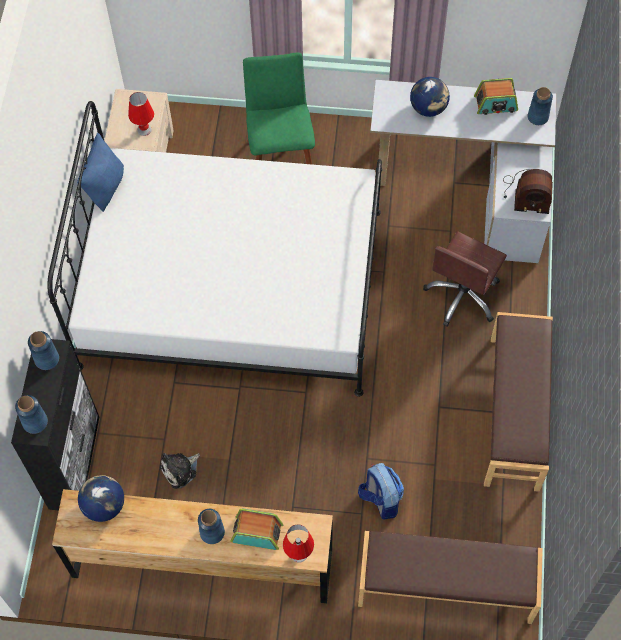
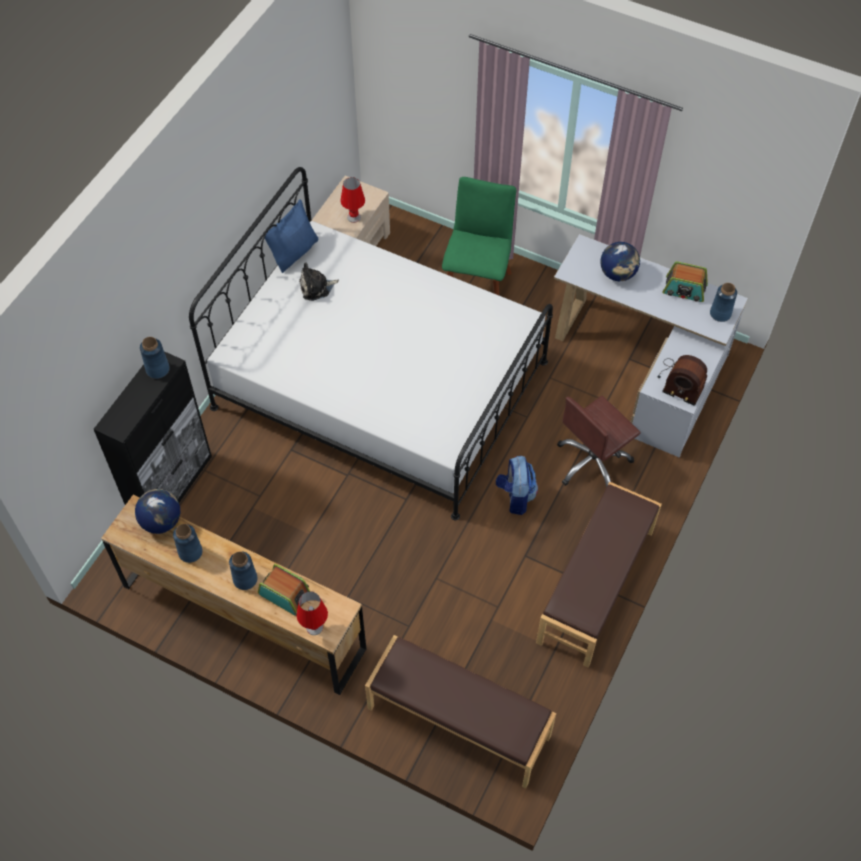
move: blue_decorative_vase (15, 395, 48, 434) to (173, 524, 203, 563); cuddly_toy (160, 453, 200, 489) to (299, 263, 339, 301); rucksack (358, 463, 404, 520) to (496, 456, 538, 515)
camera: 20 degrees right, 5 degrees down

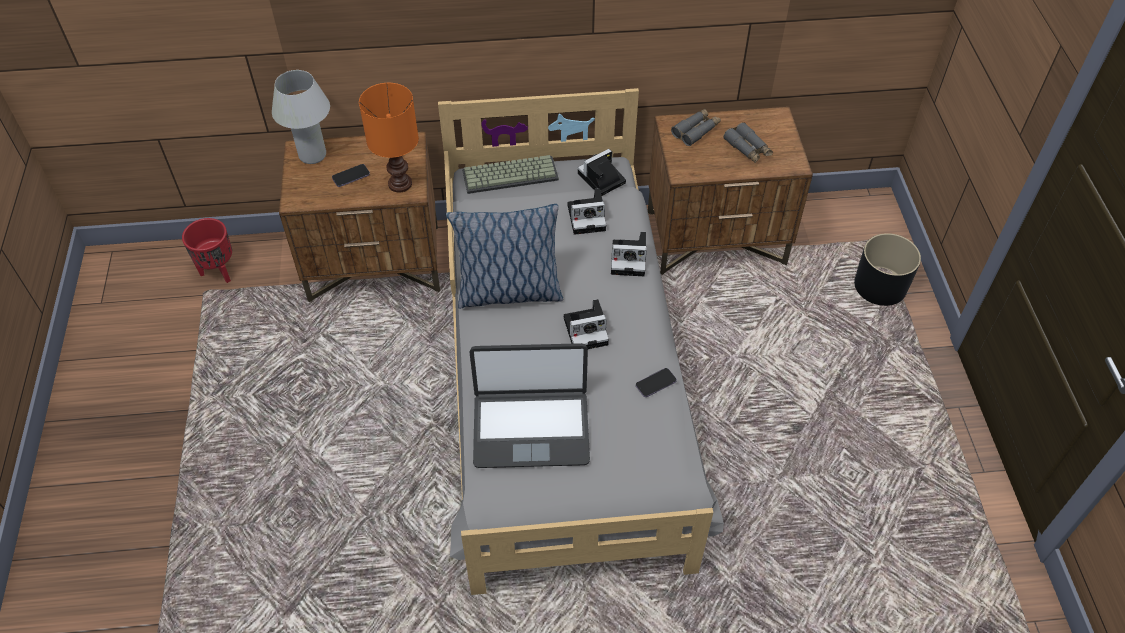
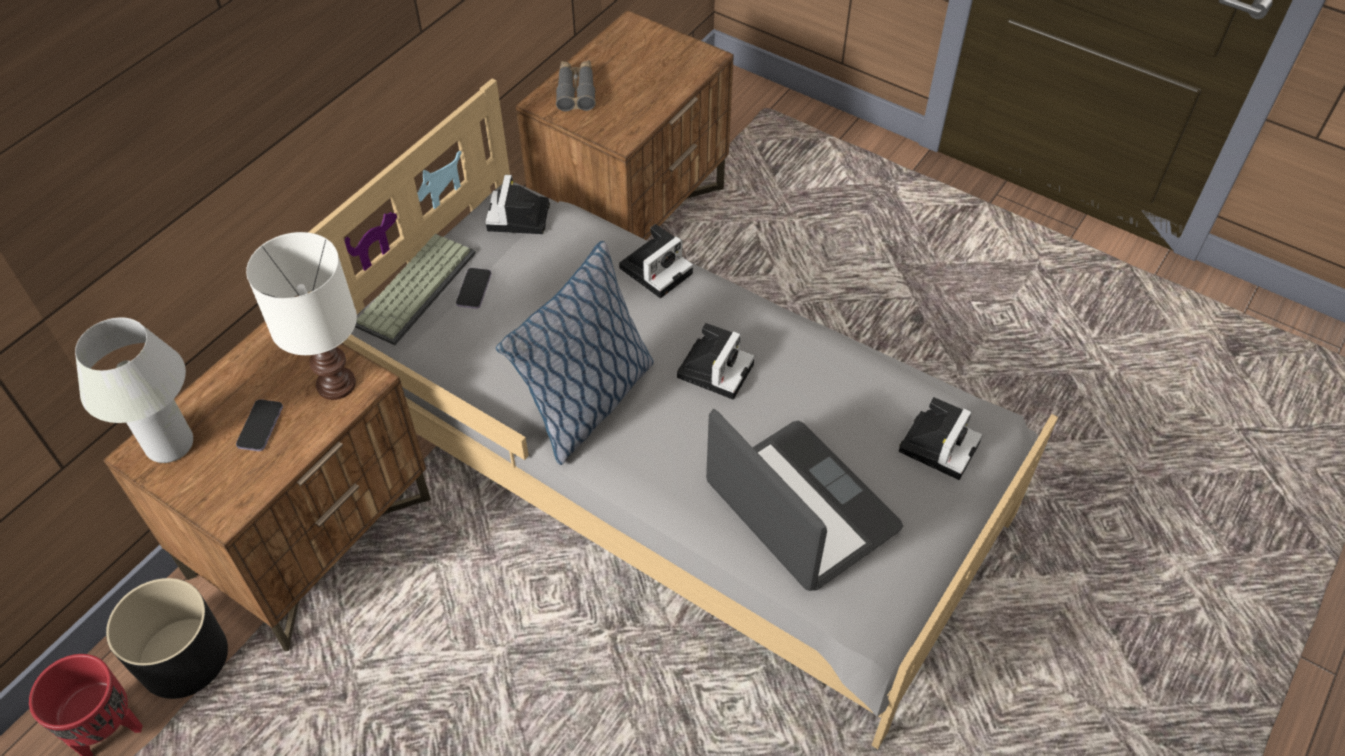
delete: grey_binoculars (723, 122, 773, 163)
move: blackish_flower_pot (854, 233, 921, 306) to (106, 578, 228, 699); telephone (636, 368, 677, 397) to (456, 268, 491, 309); still_camera (568, 188, 606, 235) to (899, 397, 983, 480)
recolor: orange-coloured_lamp_for_a_table (359, 83, 419, 192) to whitish_lamp_for_a_table (246, 232, 357, 400)
rotate: laptop (469, 343, 590, 468) = (706, 409, 903, 591) 75 degrees counterclockwise
camera: 50 degrees left, 0 degrees up

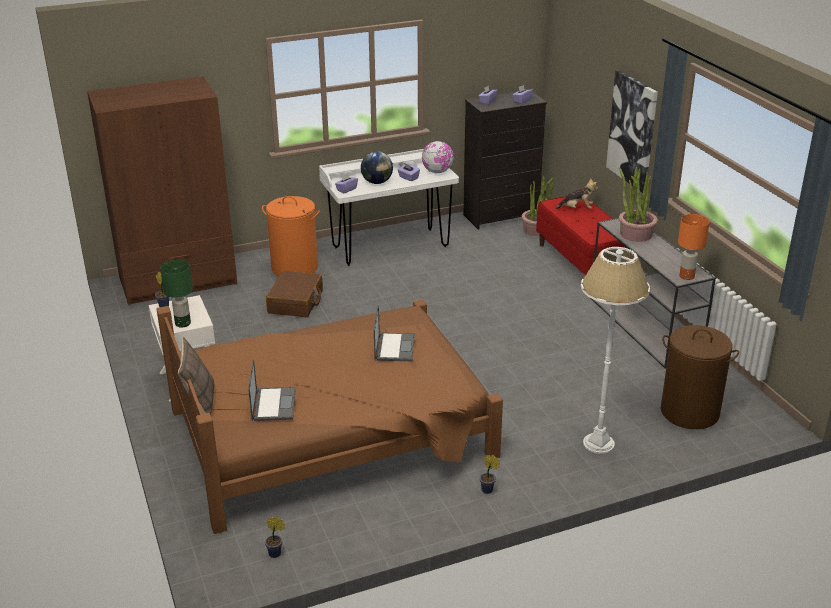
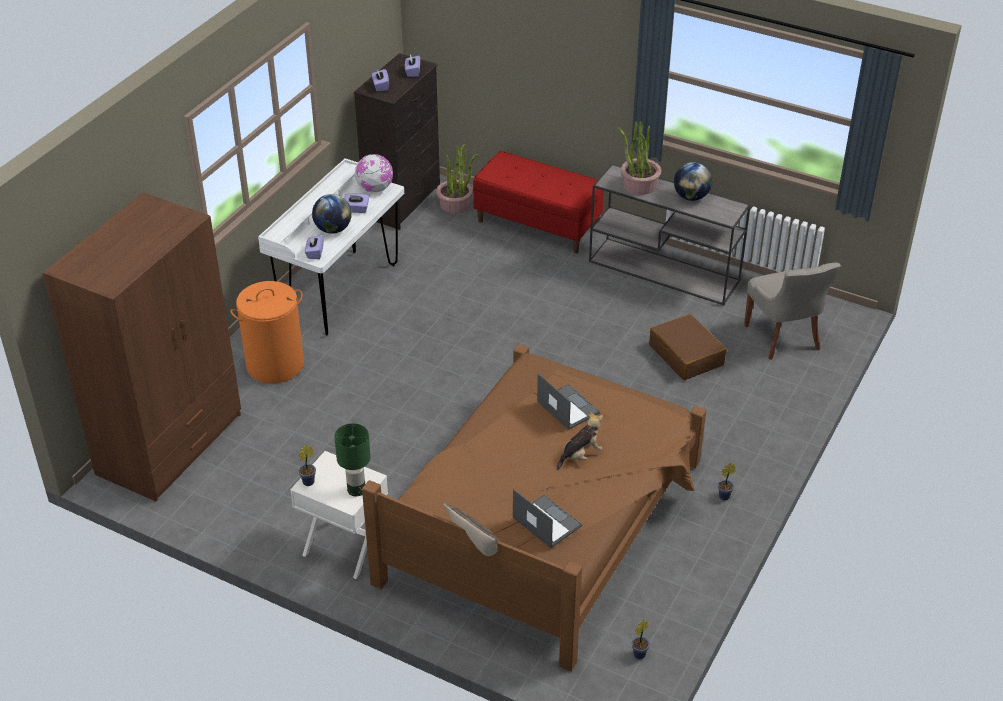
delete: whitish_standard_lamp (581, 247, 650, 454); picture (606, 70, 658, 193); orange-coloured_lamp_for_a_table (678, 214, 710, 280)
insert: globe (674, 162, 712, 201)
move: cuddly_toy (555, 178, 598, 209) to (557, 411, 603, 470); brown_suitcase (266, 271, 323, 317) to (649, 314, 727, 380)
replace: brown_hamper (661, 325, 739, 429) to grey_chair (744, 262, 841, 360)
camera: 40 degrees left, 10 degrees up

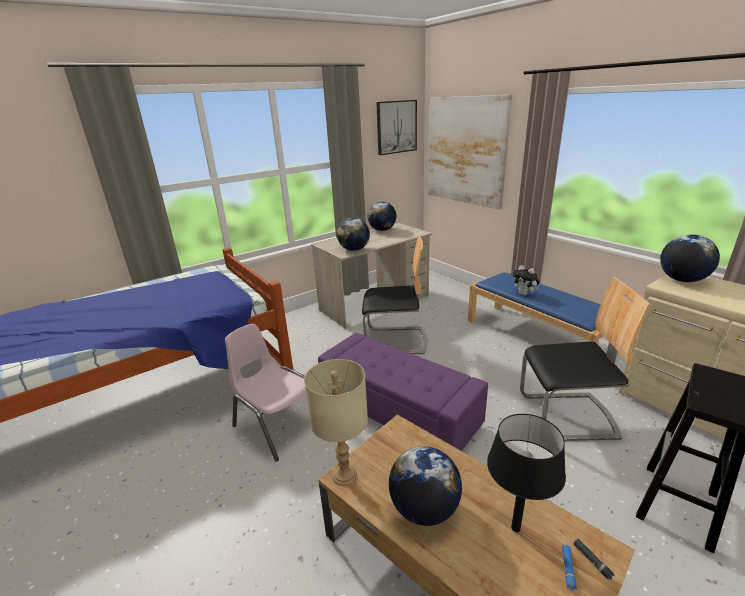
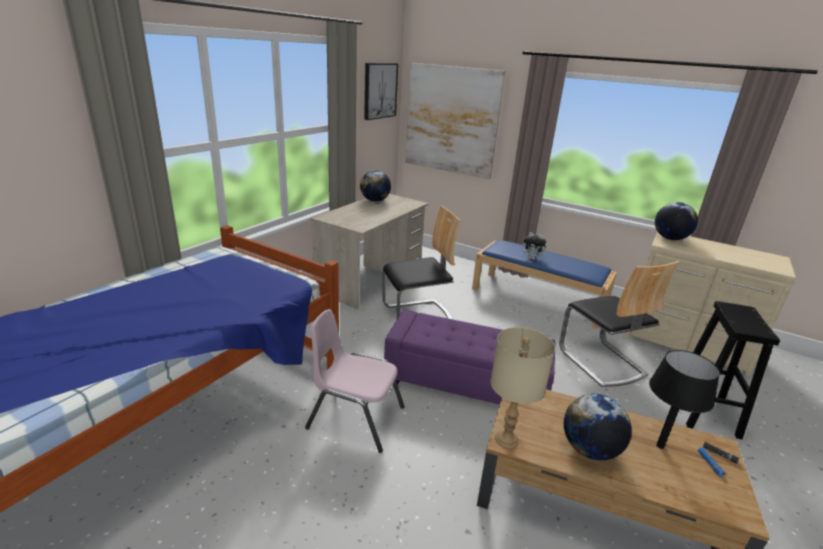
delete: globe (337, 218, 370, 251)
rotate: chair (520, 277, 651, 441) = (559, 260, 680, 387) 90 degrees clockwise
camera: 25 degrees left, 0 degrees up

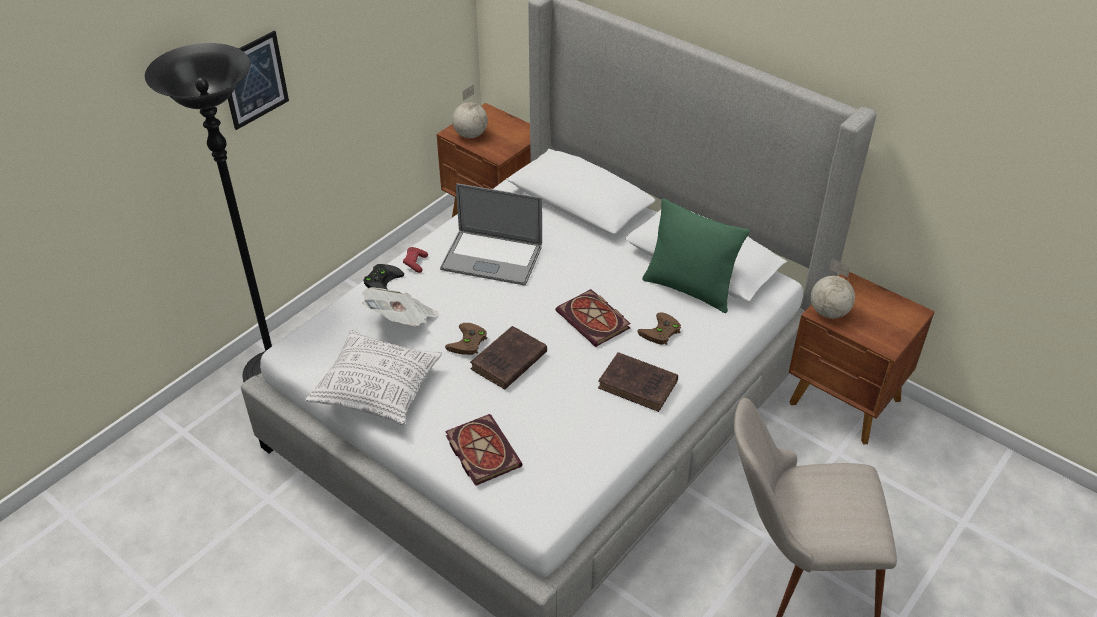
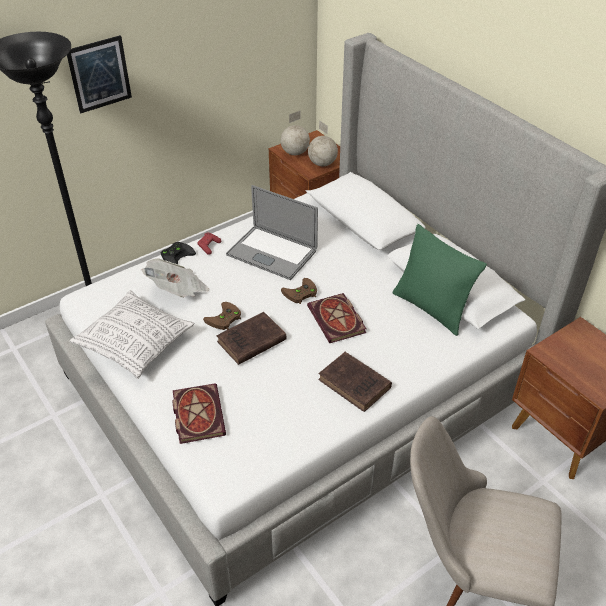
move: brown_joypad (638, 312, 681, 345) to (281, 278, 317, 304); globe (811, 259, 855, 319) to (308, 120, 338, 166)
camera: 15 degrees right, 0 degrees up

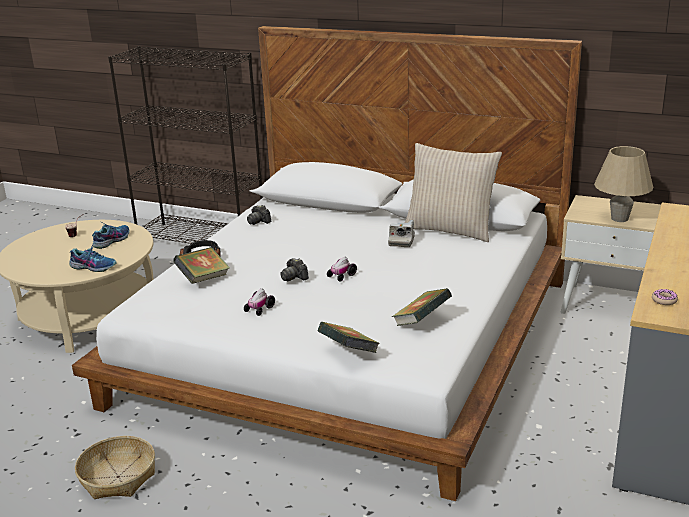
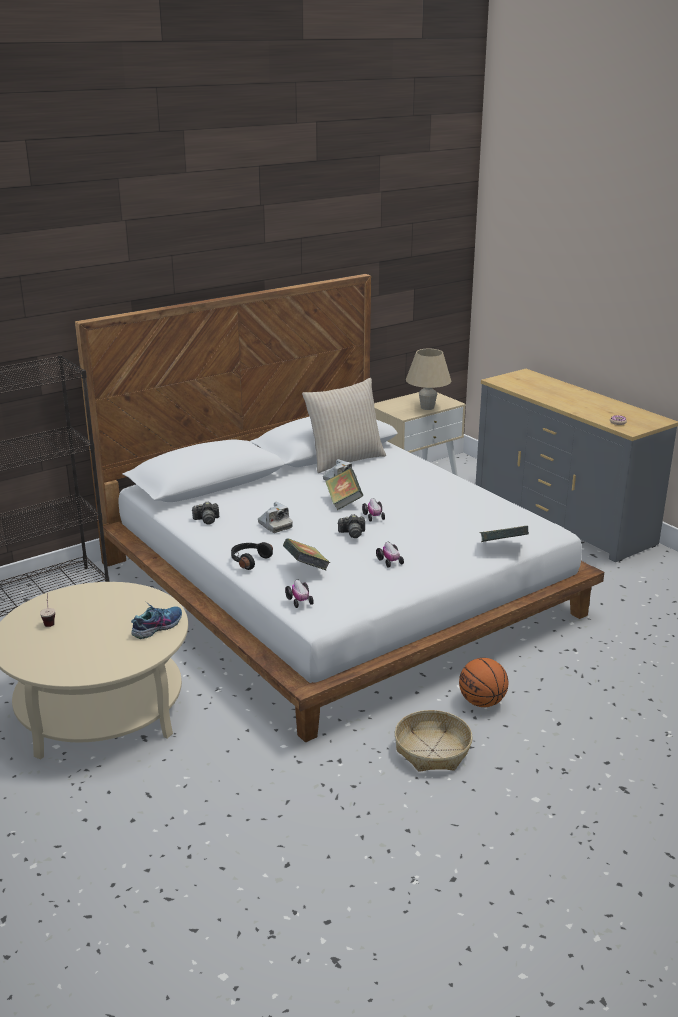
delete: low_shoe (92, 223, 130, 249)
insert: still_camera (258, 502, 293, 533); model_car (285, 580, 314, 608); ball_for_basketball (459, 658, 508, 707)
move: book (392, 288, 452, 326) to (325, 468, 363, 510)
camera: 60 degrees left, 0 degrees up

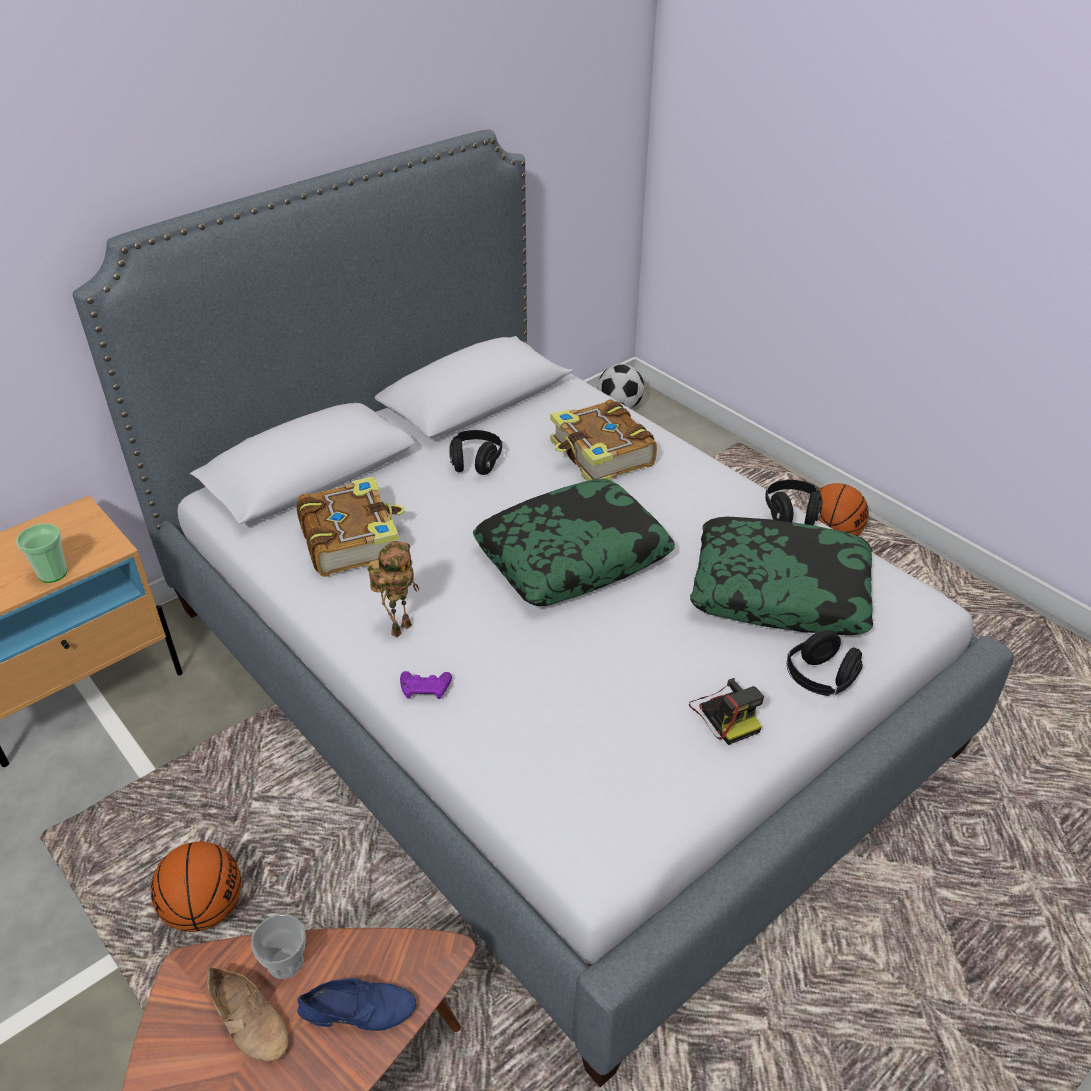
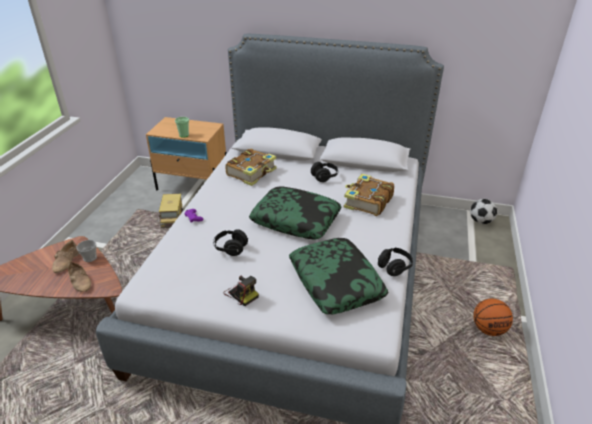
delete: ball_for_basketball (151, 841, 241, 932); toy_robot (367, 541, 419, 638)
insert: model_truck (159, 194, 183, 228)
move: blackish_pair_of_headphones (787, 630, 863, 696) to (213, 229, 248, 256)
recolor: blue_low_shoe (297, 978, 416, 1031) to beige-coloured_low_shoe (68, 262, 91, 292)
rotate: still_camera (689, 678, 764, 745) = (224, 275, 259, 306) 75 degrees counterclockwise
camera: 55 degrees right, 5 degrees down

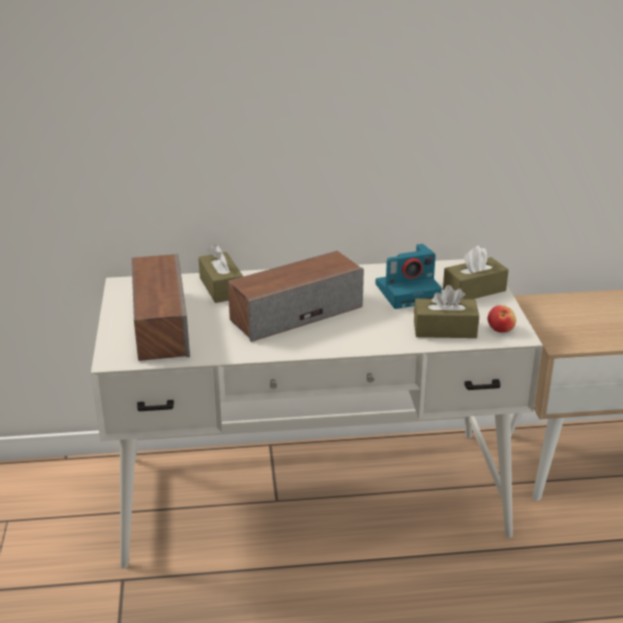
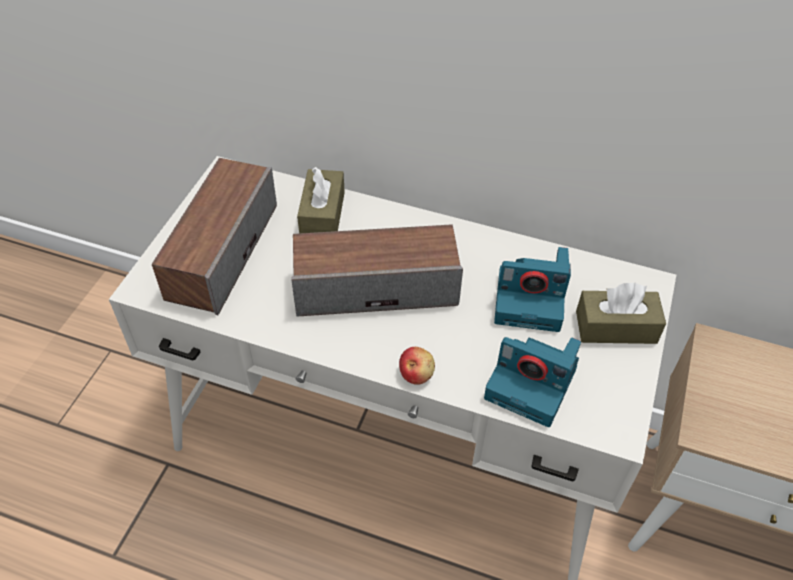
move: apple (488, 305, 516, 332) to (399, 347, 435, 385)
replace: brown_tissue_holder (414, 285, 479, 338) to still_camera (484, 337, 581, 427)
camera: 25 degrees right, 20 degrees up

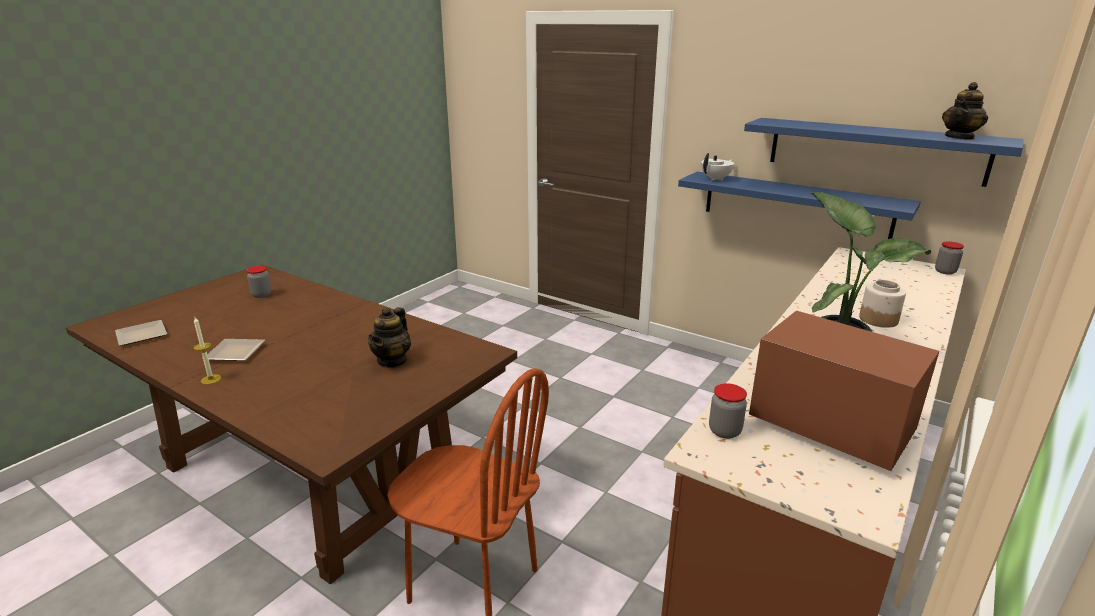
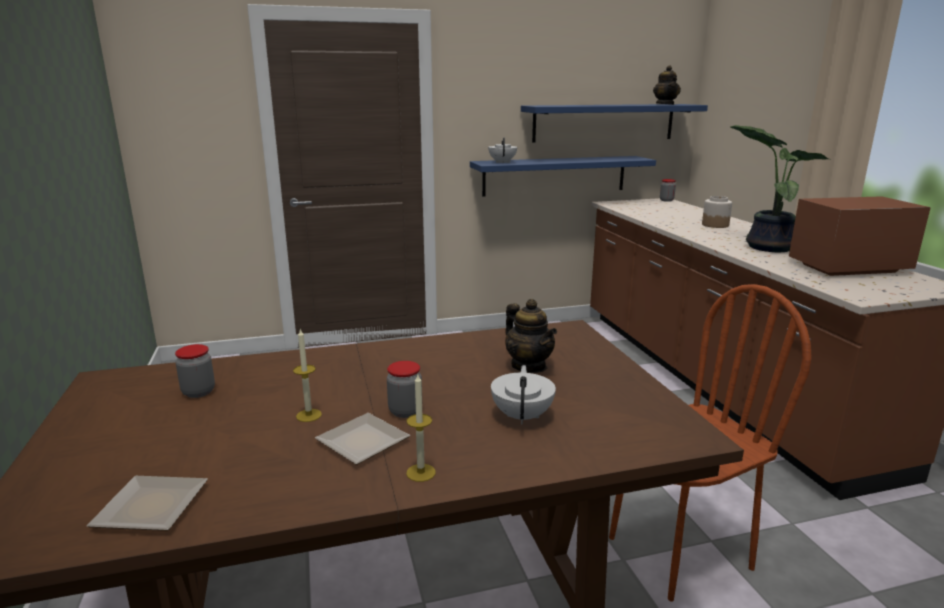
insert: wax_light (293, 329, 322, 422); whitish_pot_for_tea (491, 365, 556, 425)
move: preserve_jar (709, 383, 747, 439) to (387, 361, 422, 418)
camera: 50 degrees left, 5 degrees down

